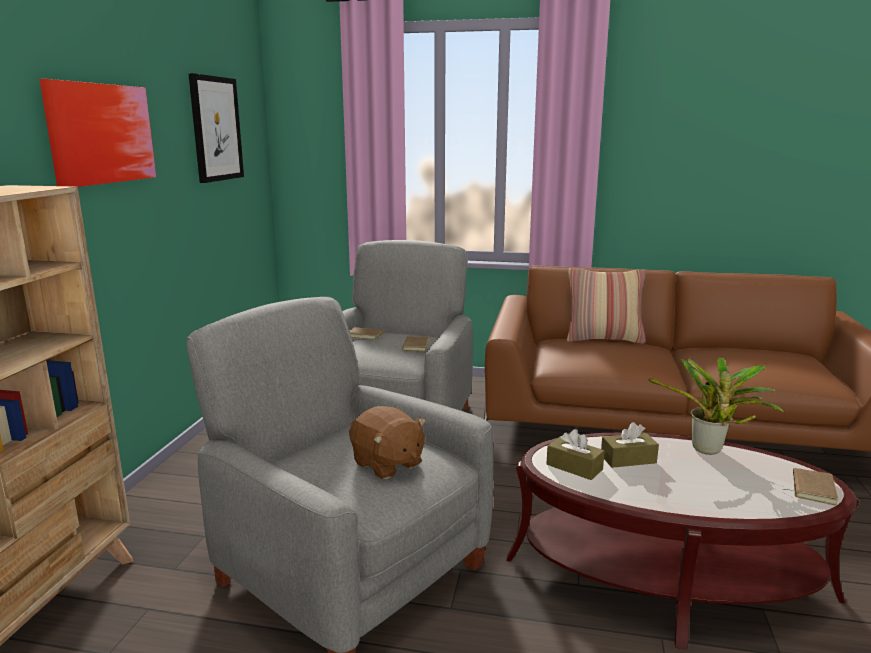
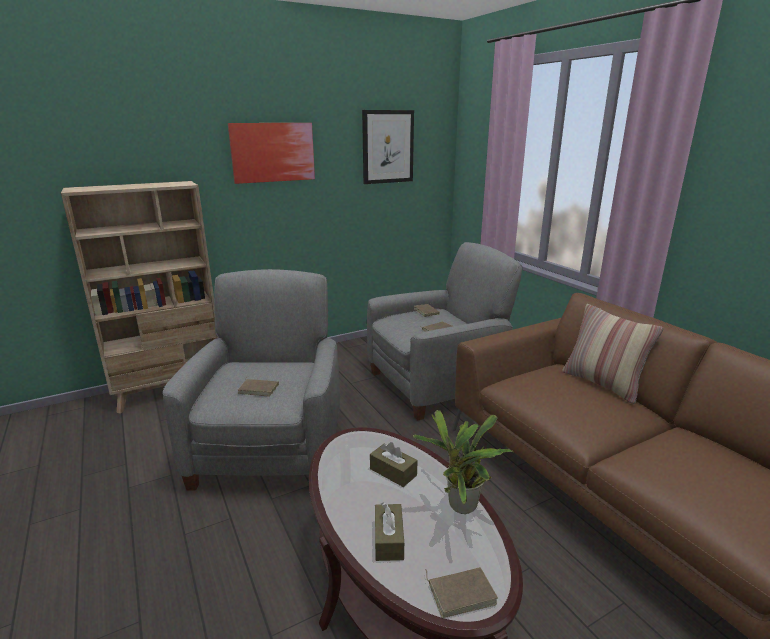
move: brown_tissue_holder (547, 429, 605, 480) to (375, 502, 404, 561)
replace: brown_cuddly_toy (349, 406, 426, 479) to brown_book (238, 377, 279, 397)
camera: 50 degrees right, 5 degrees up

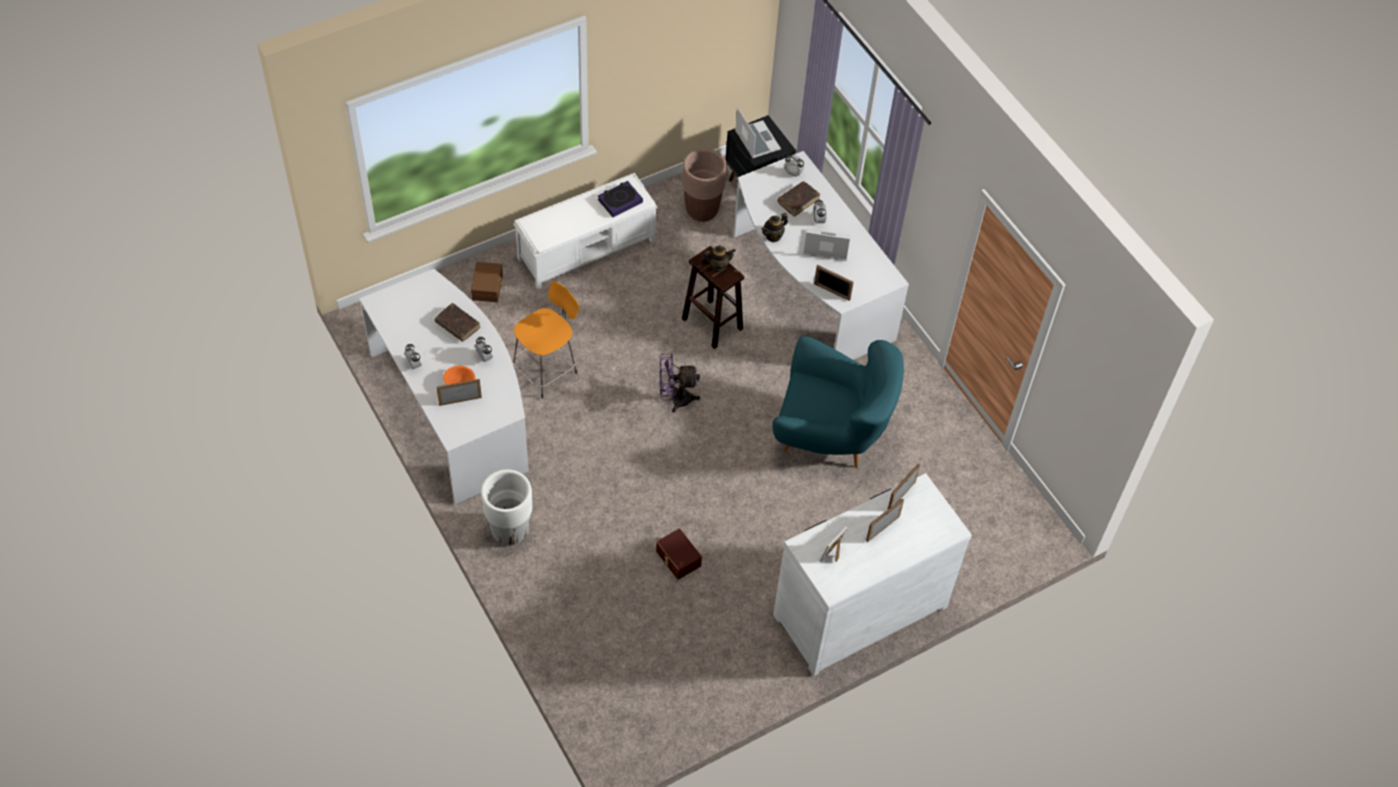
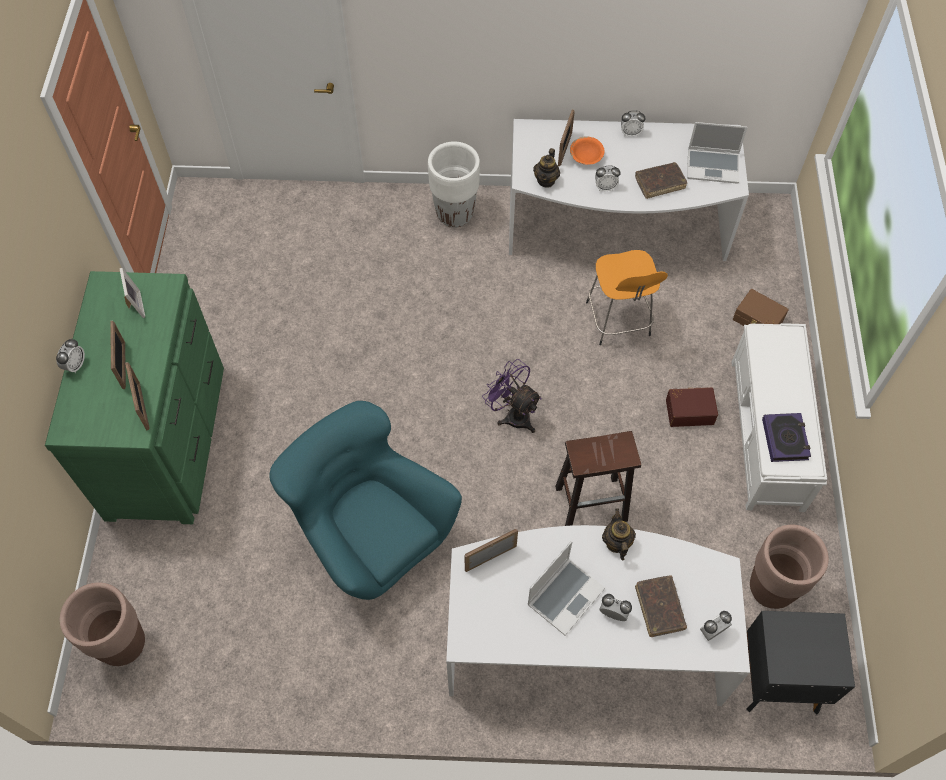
insert: bedside_clock (56, 339, 85, 373); brown_flower_pot (60, 582, 145, 666)
move: pot_for_tea (701, 246, 736, 272) to (533, 148, 560, 188); brown_storage_bin (656, 529, 702, 580) to (666, 387, 718, 427); laptop (735, 108, 781, 158) to (687, 122, 748, 184)
recolor: whitish_drawer_chest (773, 473, 972, 676) to greenish_drawer_chest (45, 271, 224, 524)
rotate: blue-green_lounge_chair (773, 336, 904, 468) = (269, 401, 462, 600) 90 degrees clockwise; purple_fan (660, 353, 700, 413) = (482, 359, 542, 433) 75 degrees counterclockwise
camera: 125 degrees right, 5 degrees up

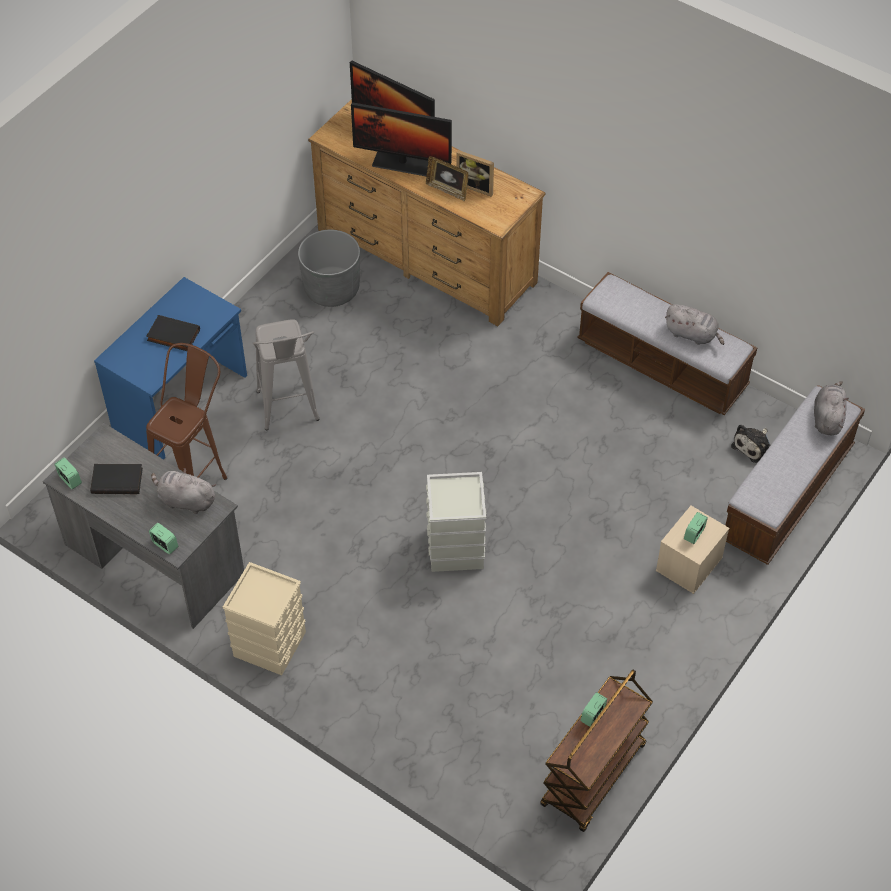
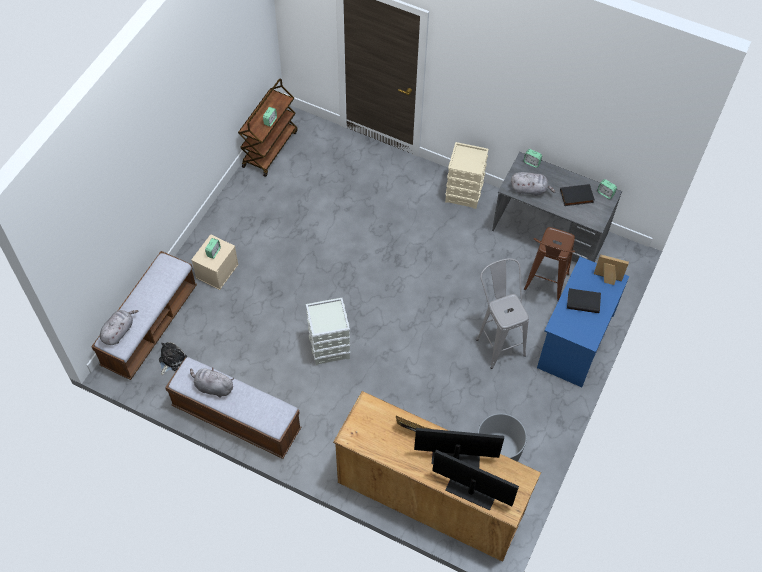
move: grey_storage_bin (426, 472, 486, 572) to (306, 298, 350, 365); picture_frame (456, 150, 494, 197) to (594, 254, 629, 285)
rotate: grey_cuddly_toy (814, 381, 849, 435) = (100, 310, 139, 345) 150 degrees counterclockwise
camera: 170 degrees right, 5 degrees up

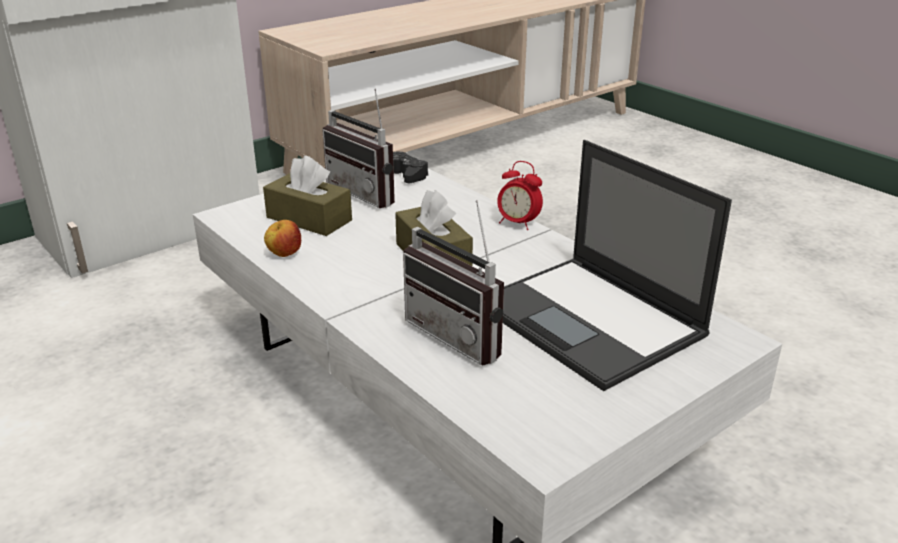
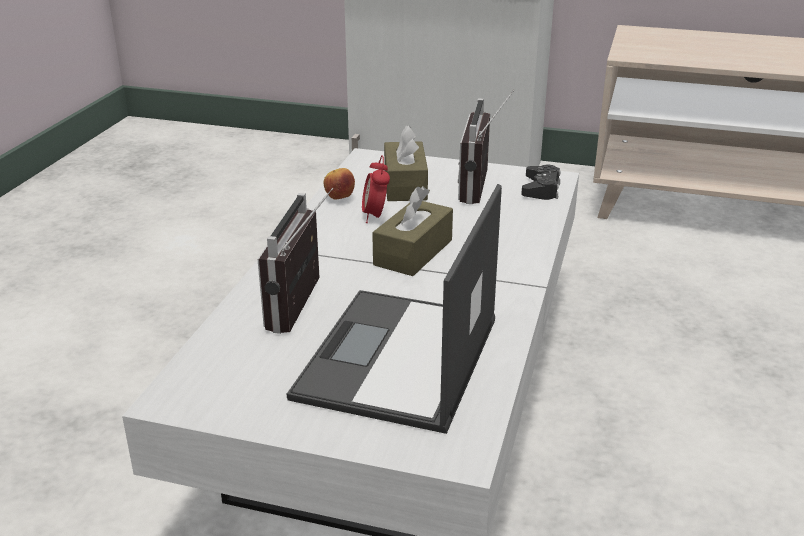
move: bedside_clock (497, 161, 543, 230) to (362, 155, 390, 223)
camera: 55 degrees right, 0 degrees up

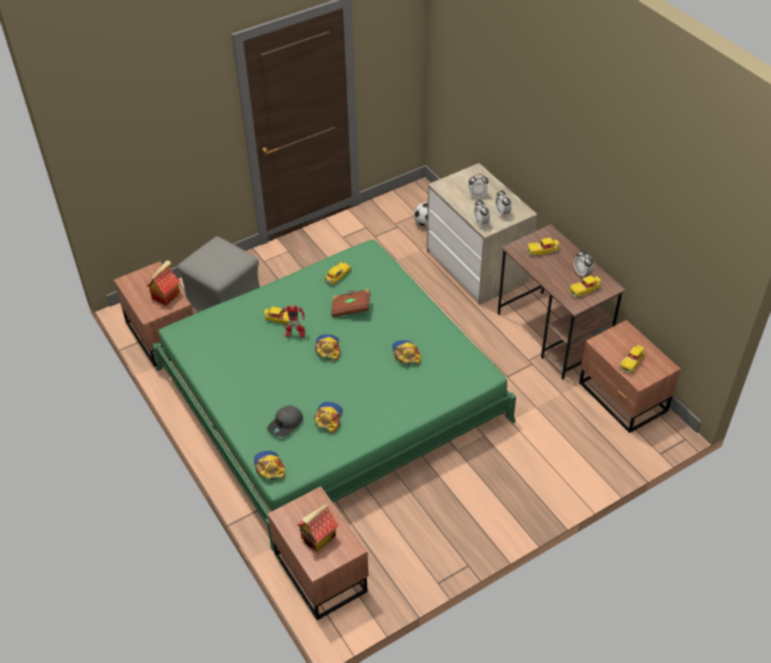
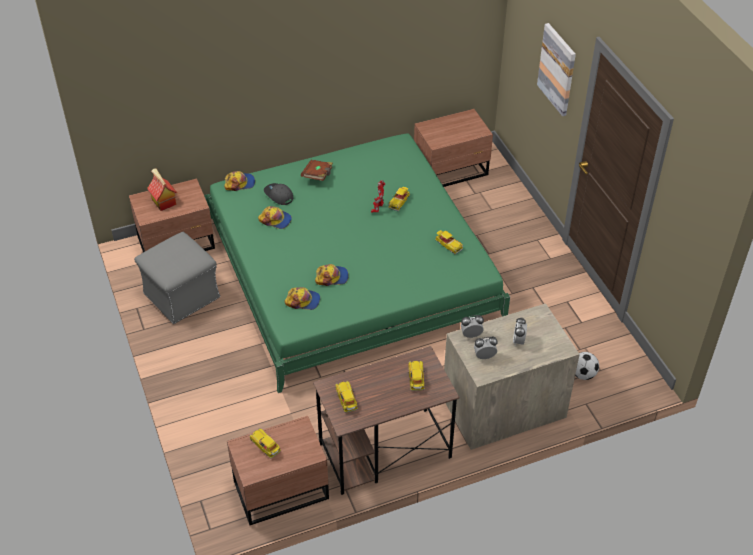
delete: model_house (146, 260, 180, 306); bedside_clock (574, 250, 594, 278)
insert: picture (537, 23, 576, 116)
move: grey_ottoman (177, 236, 260, 311) to (134, 232, 220, 324); cap (315, 334, 340, 361) to (285, 287, 320, 310); brown_book (331, 289, 371, 317) to (301, 160, 333, 181)
camera: 100 degrees right, 0 degrees up

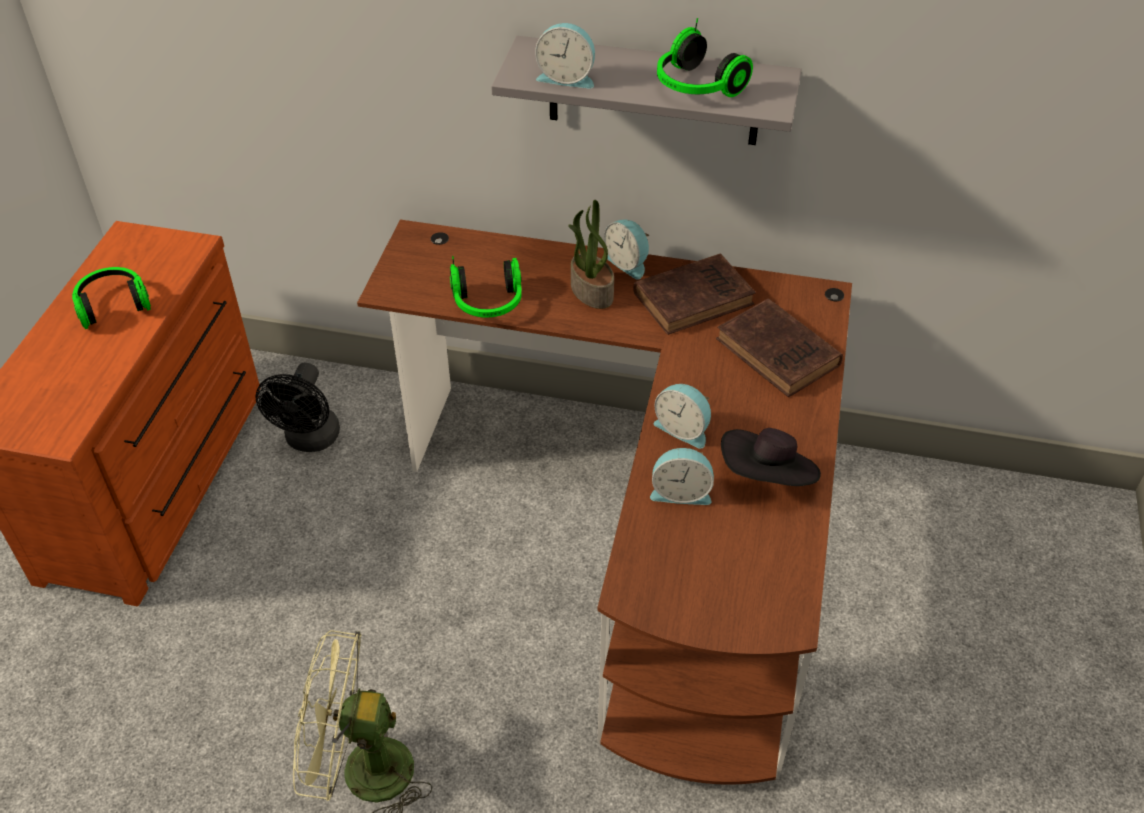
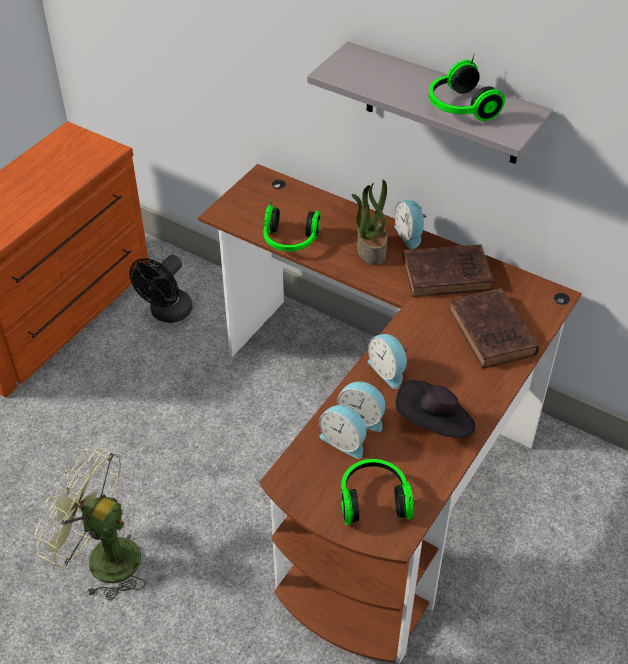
move: bedside_clock (535, 23, 595, 89) to (319, 405, 367, 459); pair_of_headphones (72, 267, 151, 329) to (341, 459, 414, 526)
camera: 20 degrees right, 0 degrees up

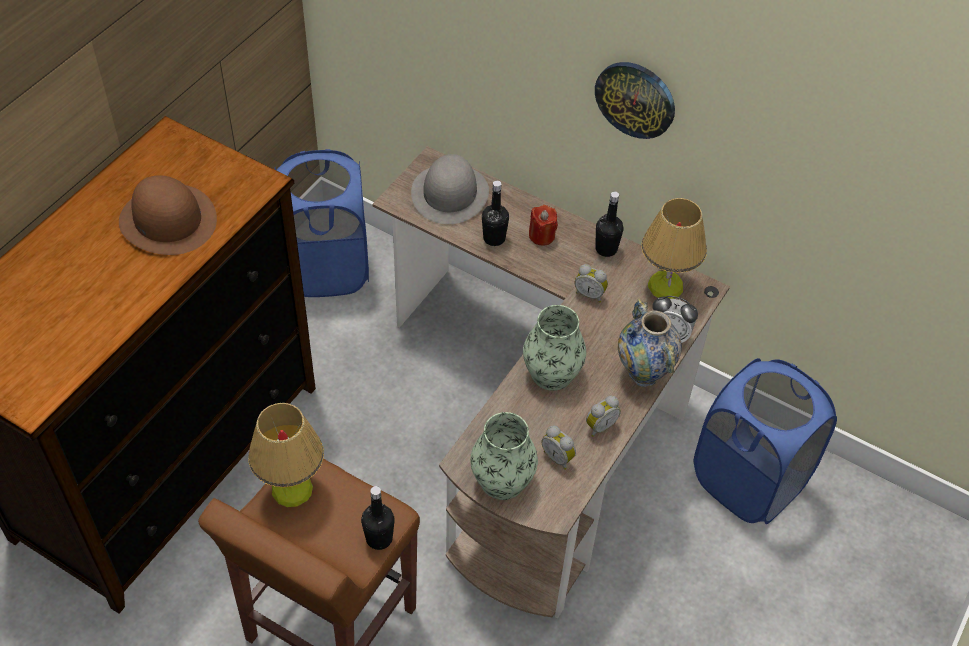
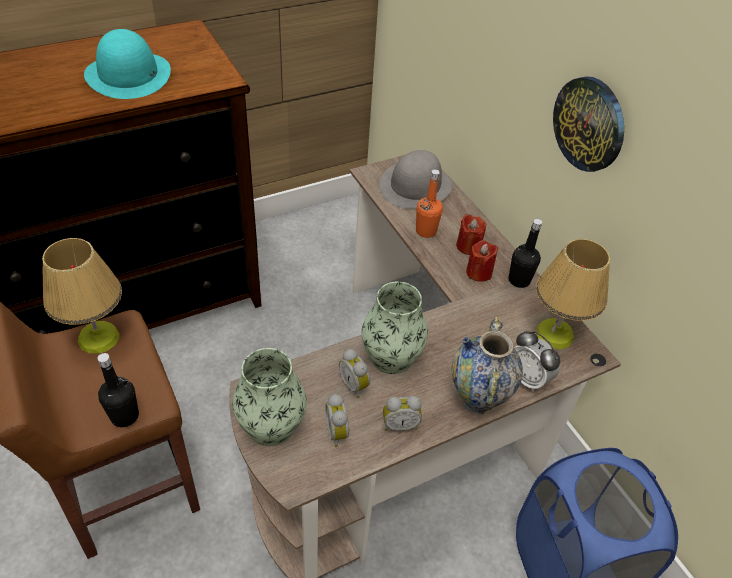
delete: blue_hamper (275, 149, 369, 297)
insert: reddish_wax_light (466, 240, 498, 282)
move: bedside_clock (575, 264, 608, 302) to (339, 349, 370, 398)
recolor: brown_wearable_hat (119, 175, 217, 255) to blue-green_wearable_hat (84, 29, 171, 99); blackish_beverage_bottle (482, 181, 509, 246) to orange-coloured_beverage_bottle (416, 170, 443, 238)
camera: 30 degrees right, 5 degrees down

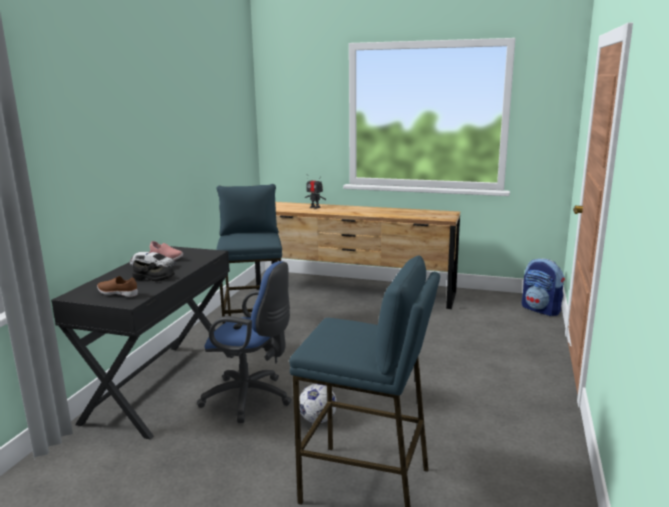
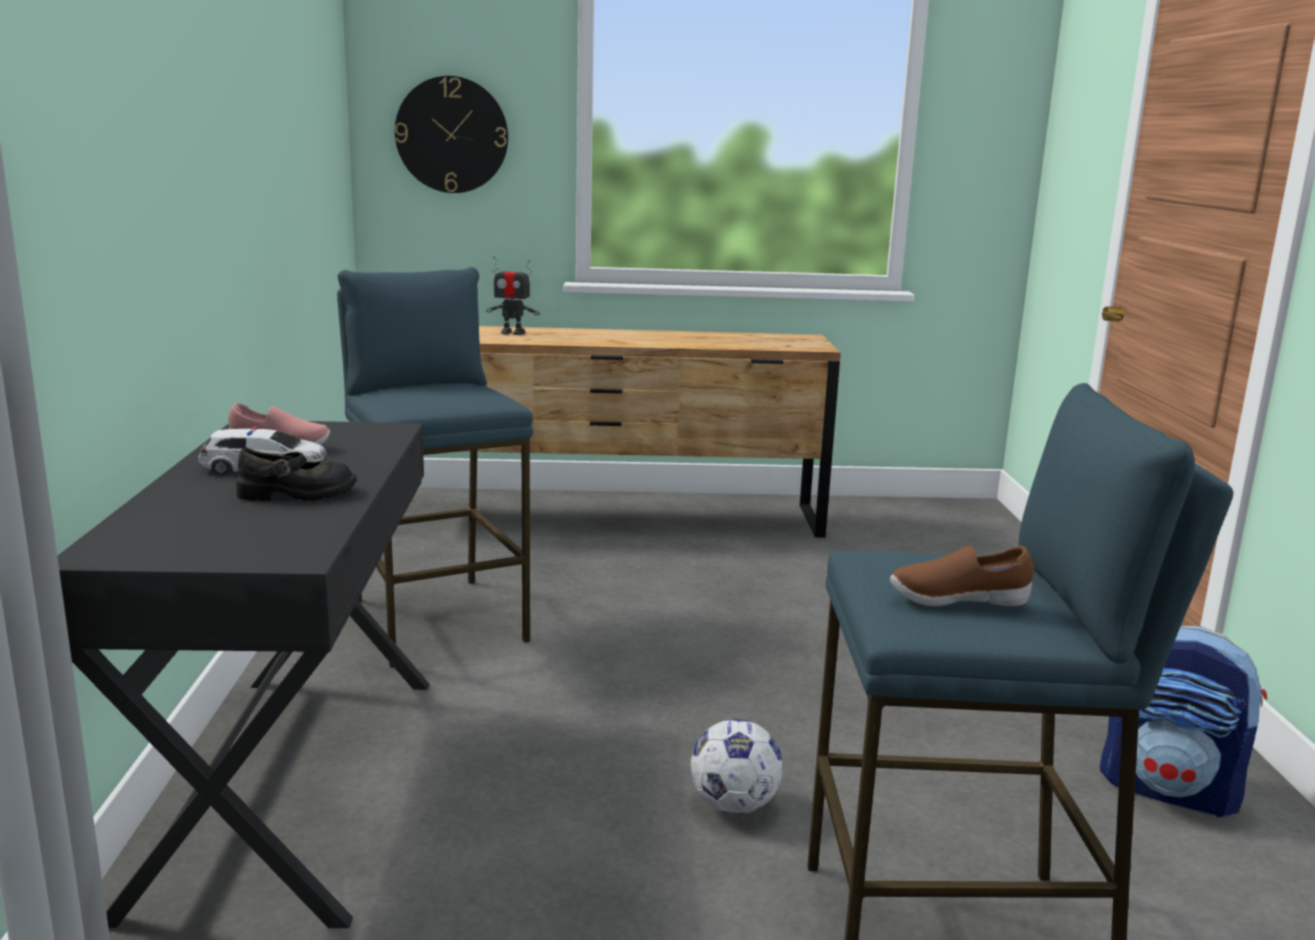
delete: blue_desk_chair (197, 261, 292, 423)
insert: clock_on_the_wall (395, 76, 508, 193)
move: brown_low_shoe (97, 276, 138, 297) to (890, 545, 1034, 606); rucksack (522, 258, 565, 316) to (1100, 626, 1267, 817)
camera: 20 degrees left, 0 degrees up

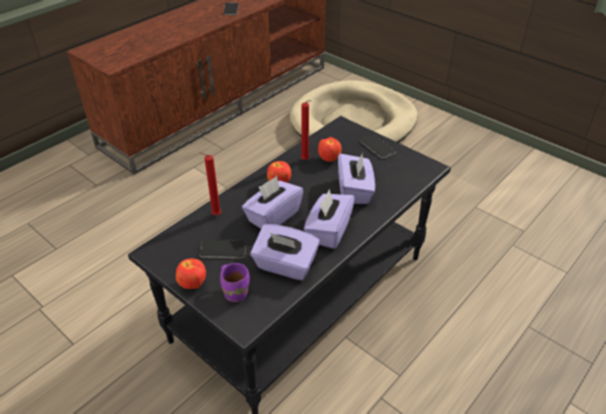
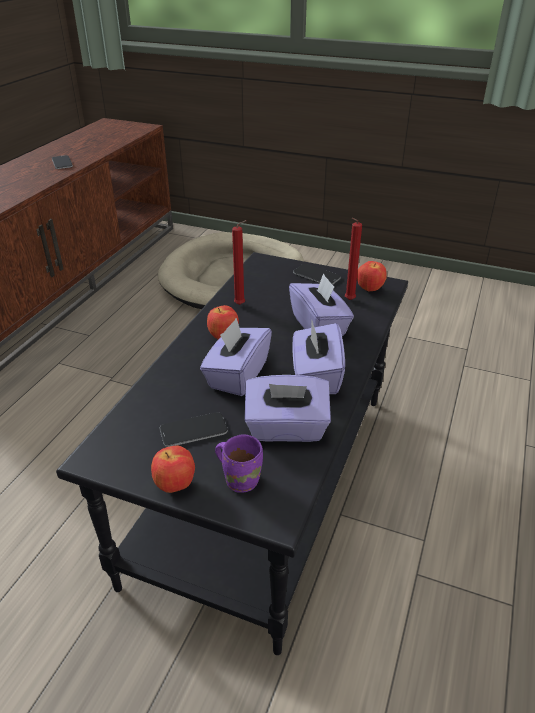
move: reddish_wax_light (199, 152, 221, 215) to (345, 218, 362, 300); apple (318, 137, 342, 162) to (357, 261, 387, 291)
camera: 20 degrees left, 5 degrees down

